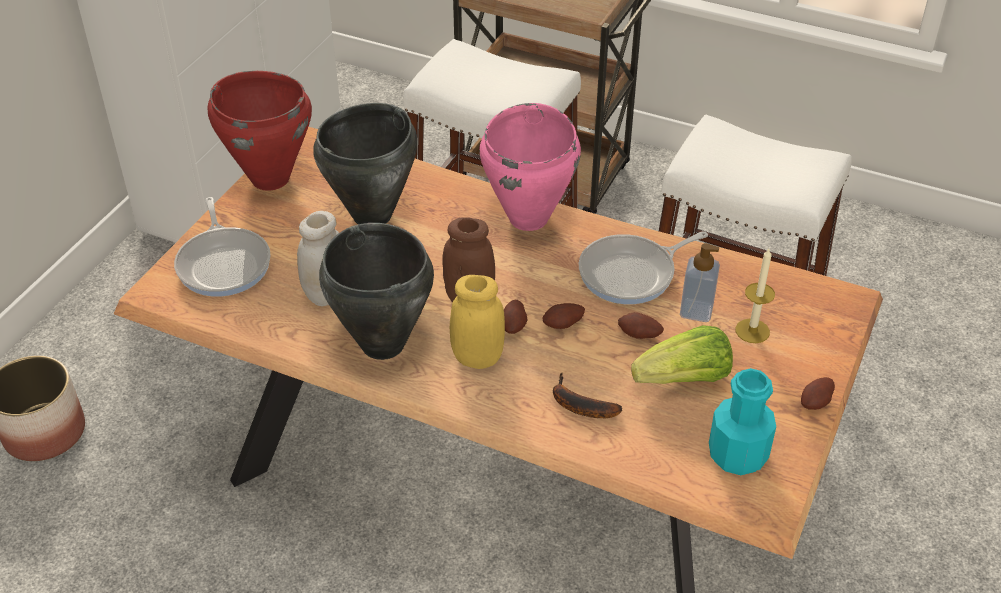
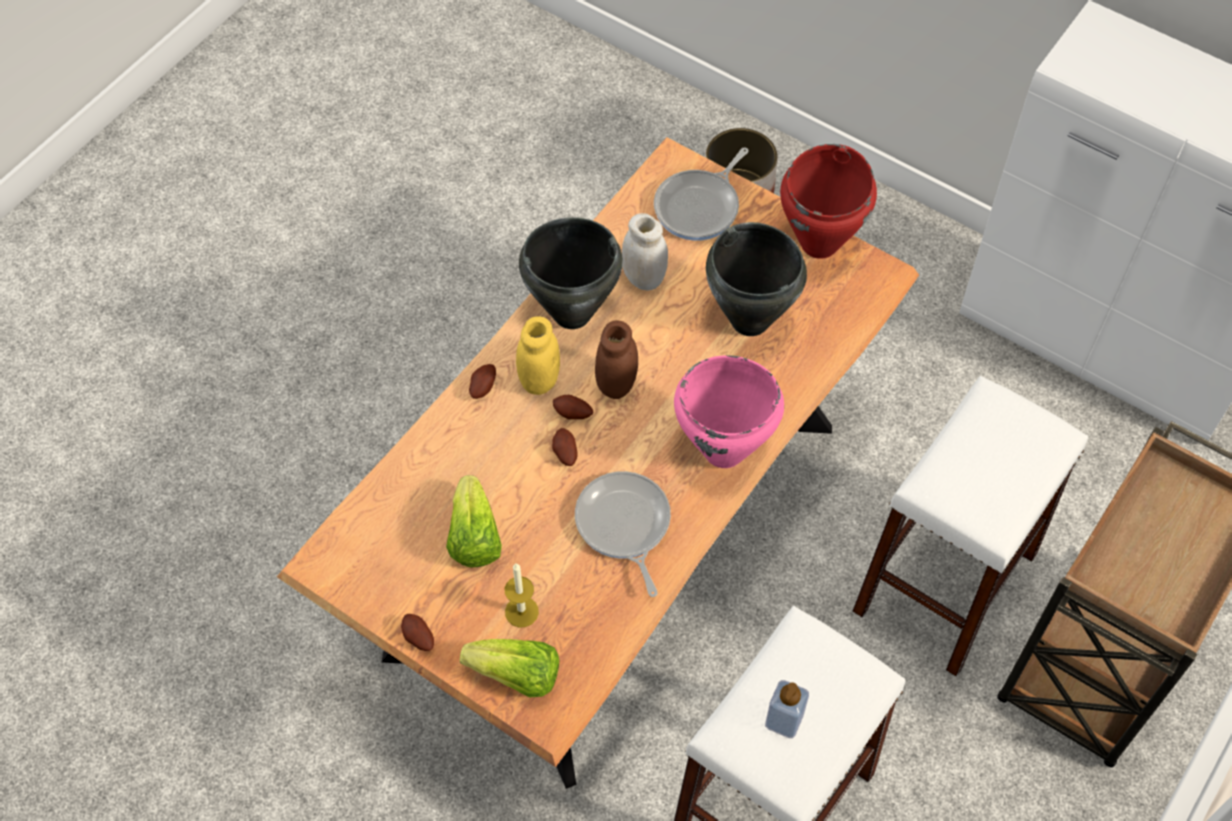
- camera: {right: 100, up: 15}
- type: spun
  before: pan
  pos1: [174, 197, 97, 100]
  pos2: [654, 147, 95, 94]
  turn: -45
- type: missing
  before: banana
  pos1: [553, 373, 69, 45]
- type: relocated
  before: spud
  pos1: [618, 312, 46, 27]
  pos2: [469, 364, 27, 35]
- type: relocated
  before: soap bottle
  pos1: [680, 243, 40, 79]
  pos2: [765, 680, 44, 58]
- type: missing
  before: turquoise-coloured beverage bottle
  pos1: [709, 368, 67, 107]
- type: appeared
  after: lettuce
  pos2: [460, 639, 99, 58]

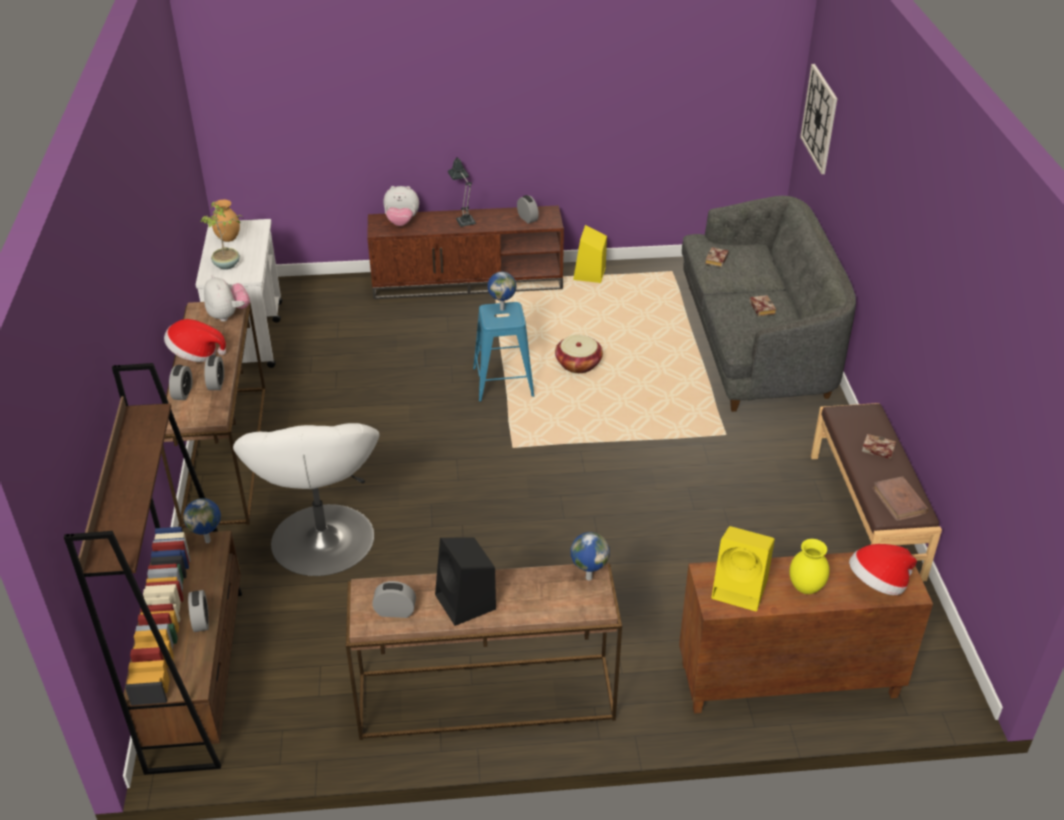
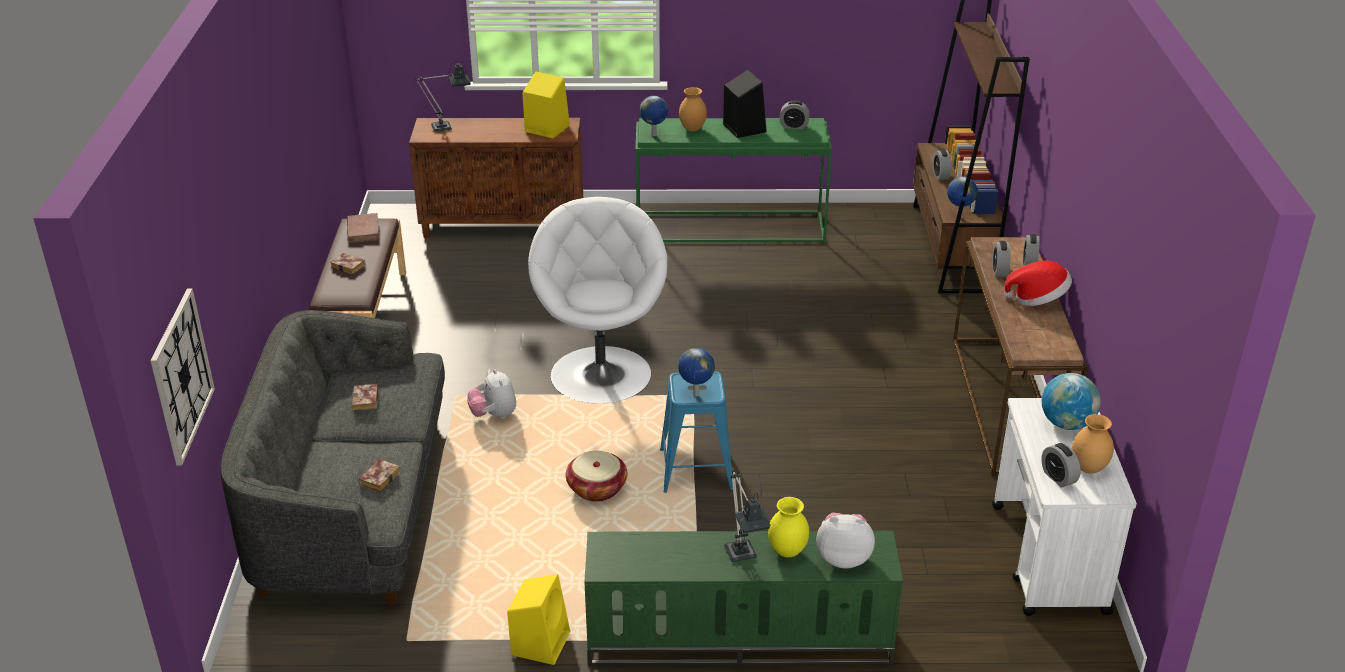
- camera: {right: -175, up: -5}
- type: exchanged
  before: plant in a pot
  after: world globe
  pos1: [201, 201, 40, 69]
  pos2: [1042, 373, 59, 57]
- type: relocated
  before: cuddly toy
  pos1: [204, 275, 46, 47]
  pos2: [467, 369, 49, 50]
- type: relocated
  before: white-coloured armchair
  pos1: [233, 423, 146, 153]
  pos2: [528, 197, 139, 207]
- type: colour
  before: brownish hall table
  after: greenish hall table
  pos1: [346, 563, 276, 177]
  pos2: [635, 118, 197, 125]
- type: colour
  before: brownish tv unit
  after: greenish tv unit
  pos1: [367, 205, 197, 94]
  pos2: [584, 531, 319, 134]
- type: relocated
  before: bedside clock
  pos1: [517, 195, 22, 29]
  pos2: [1041, 443, 40, 44]
- type: relocated
  before: yellow flower vase
  pos1: [789, 539, 41, 55]
  pos2: [768, 497, 41, 60]
- type: exchanged
  before: hat
  after: lamp for a table
  pos1: [849, 544, 68, 51]
  pos2: [415, 61, 56, 71]
- type: appeared
  after: brownish flower vase
  pos2: [679, 87, 28, 44]

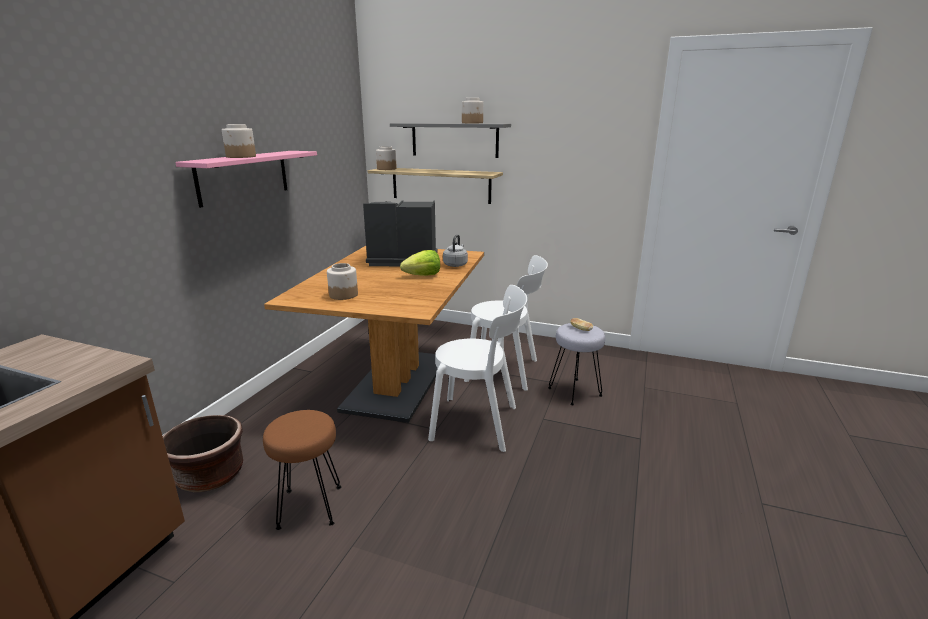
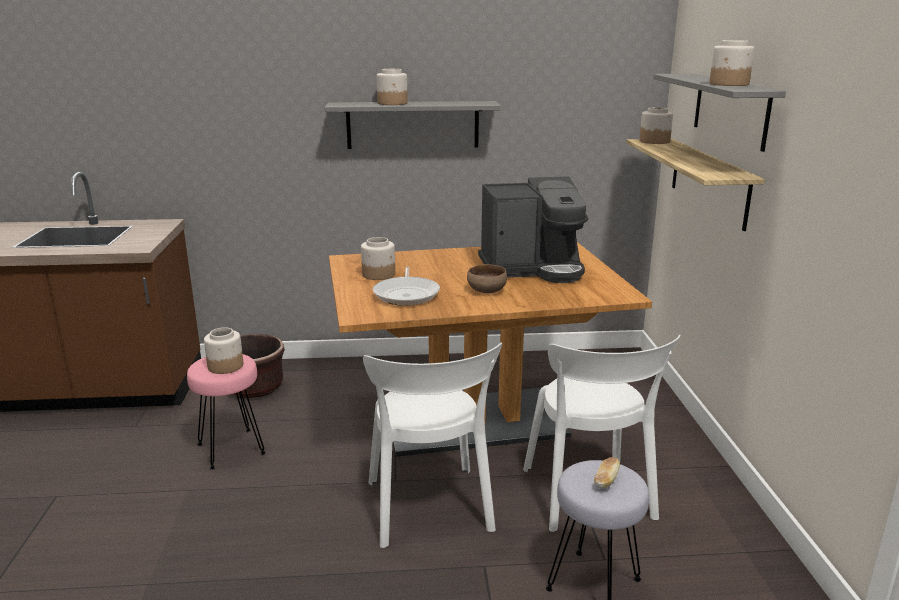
- camera: {right: 65, up: 0}
- type: colour
  before: pink-coloured shelf
  after: gray shelf
  pos1: [175, 151, 142, 57]
  pos2: [325, 101, 176, 48]
- type: colour
  before: brownish stool
  after: pink-coloured stool
  pos1: [263, 410, 78, 120]
  pos2: [187, 354, 79, 116]
- type: spun
  before: coffee machine
  pos1: [363, 200, 75, 66]
  pos2: [478, 176, 110, 107]
  turn: 105
- type: exchanged
  before: lettuce
  after: brownish deep dish
  pos1: [400, 250, 40, 26]
  pos2: [467, 264, 40, 29]
- type: missing
  before: gray water kettle
  pos1: [443, 234, 25, 33]
- type: appeared
  after: jar
  pos2: [204, 327, 39, 47]
- type: appeared
  after: pan
  pos2: [373, 266, 67, 40]

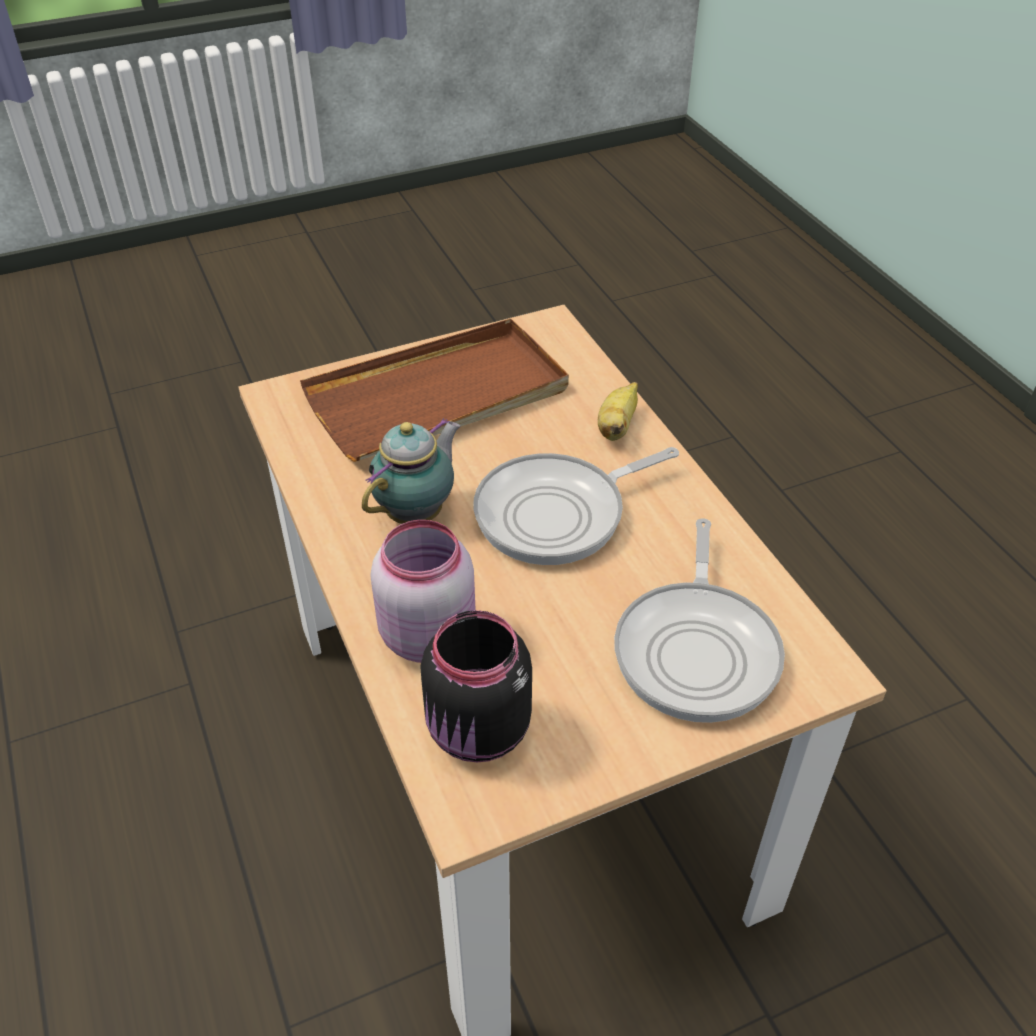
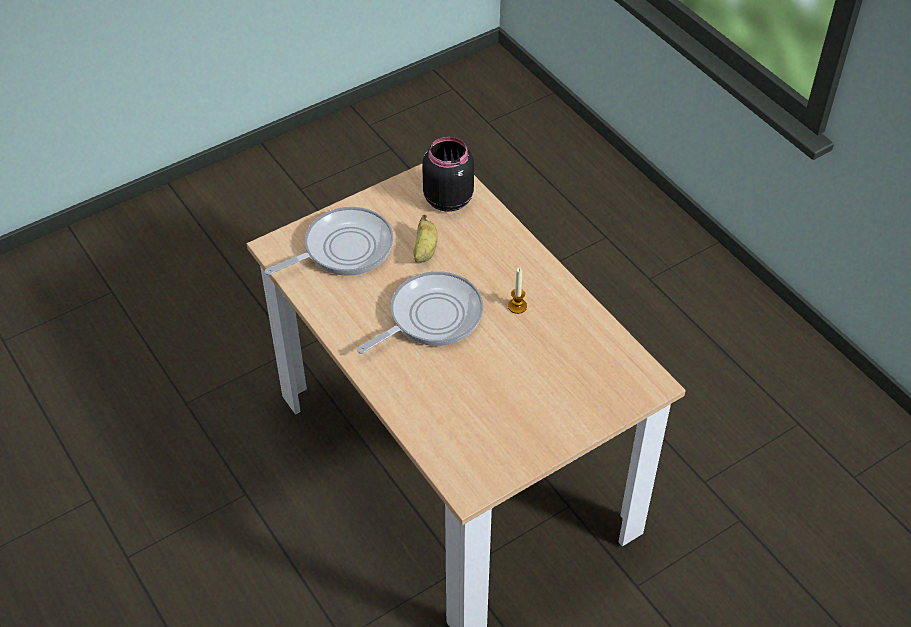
- camera: {right: 170, up: 5}
- type: missing
  before: brownish carrying tray
  pos1: [300, 319, 269, 143]
- type: exchanged
  before: pot for tea
  after: candle
  pos1: [362, 418, 98, 106]
  pos2: [508, 268, 19, 46]
- type: missing
  before: pink-coloured jar
  pos1: [370, 520, 106, 143]
- type: relocated
  before: banana
  pos1: [598, 382, 40, 59]
  pos2: [414, 214, 24, 48]
- type: spun
  before: pan
  pos1: [614, 518, 171, 205]
  pos2: [265, 207, 128, 69]
  turn: 60

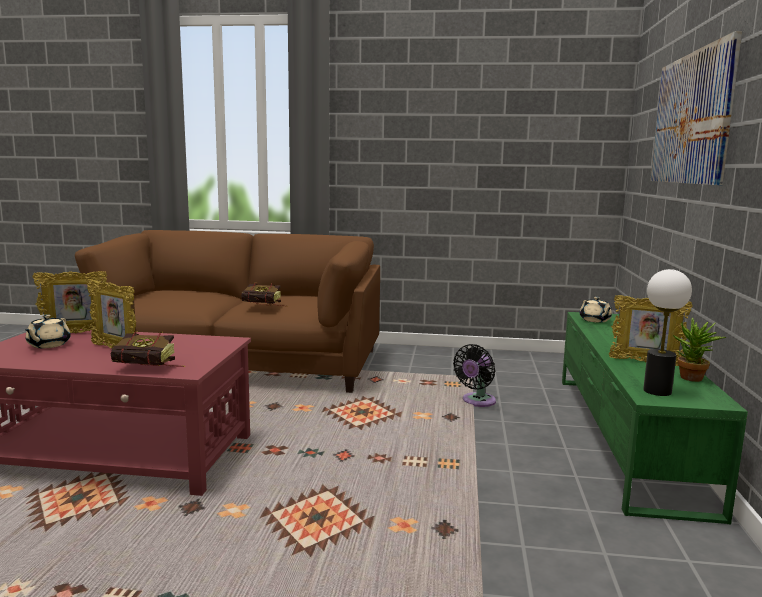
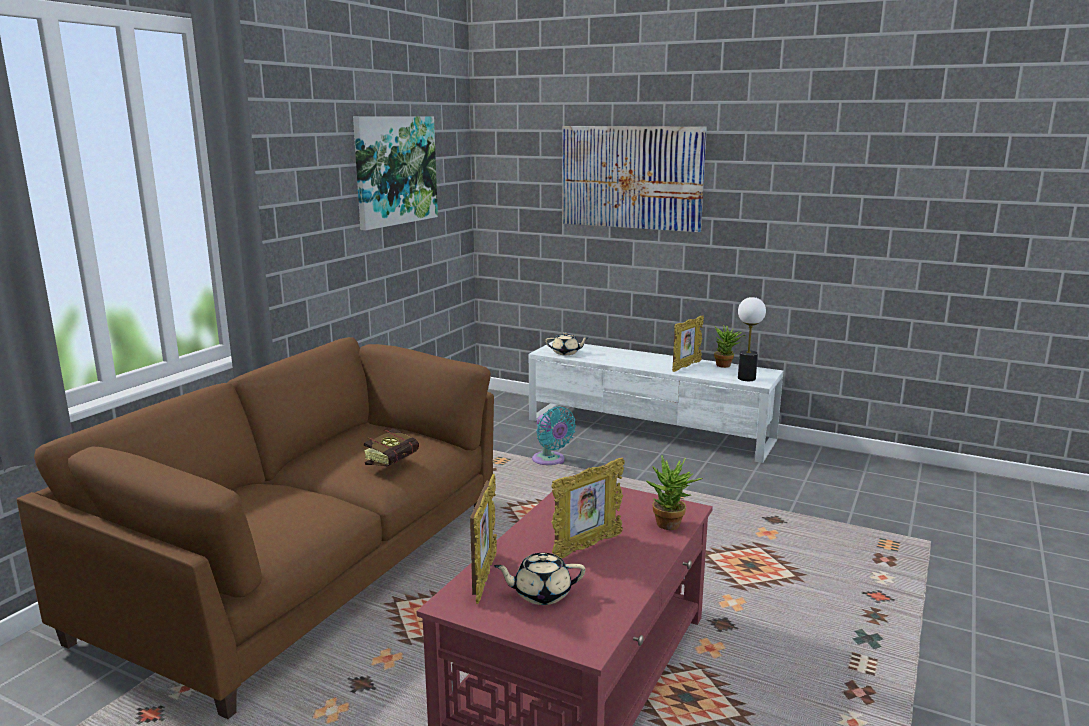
- camera: {right: -70, up: 5}
- type: spun
  before: beige-coloured pot for tea
  pos1: [25, 314, 46, 34]
  pos2: [494, 553, 91, 52]
  turn: 150
- type: exchanged
  before: volume
  after: plant in a pot
  pos1: [111, 331, 75, 36]
  pos2: [645, 455, 58, 75]
- type: colour
  before: black-coloured cooling fan
  after: turquoise-coloured cooling fan
  pos1: [453, 344, 43, 63]
  pos2: [532, 406, 44, 59]
- type: colour
  before: greenish tv unit
  after: white-coloured tv unit
  pos1: [562, 312, 186, 212]
  pos2: [529, 341, 254, 122]
- type: appeared
  after: picture
  pos2: [353, 116, 85, 114]

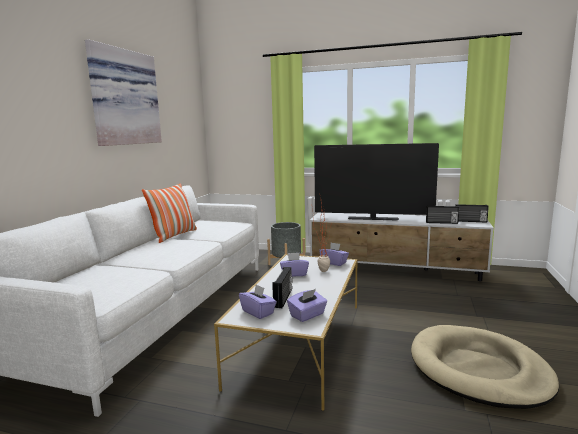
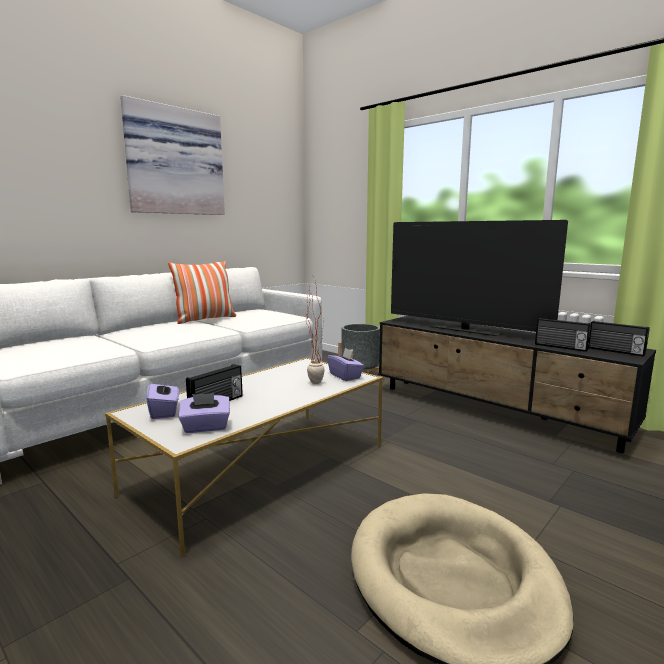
- camera: {right: 25, up: 0}
- type: missing
  before: purple box of tissues
  pos1: [280, 252, 29, 25]
- type: colour
  before: white-coloured tv unit
  after: black-coloured tv unit
  pos1: [309, 213, 185, 69]
  pos2: [379, 316, 277, 137]

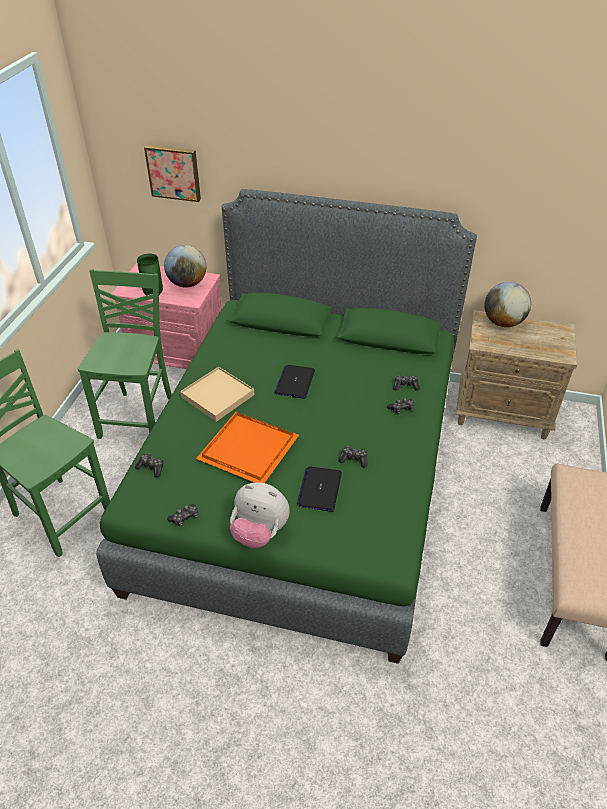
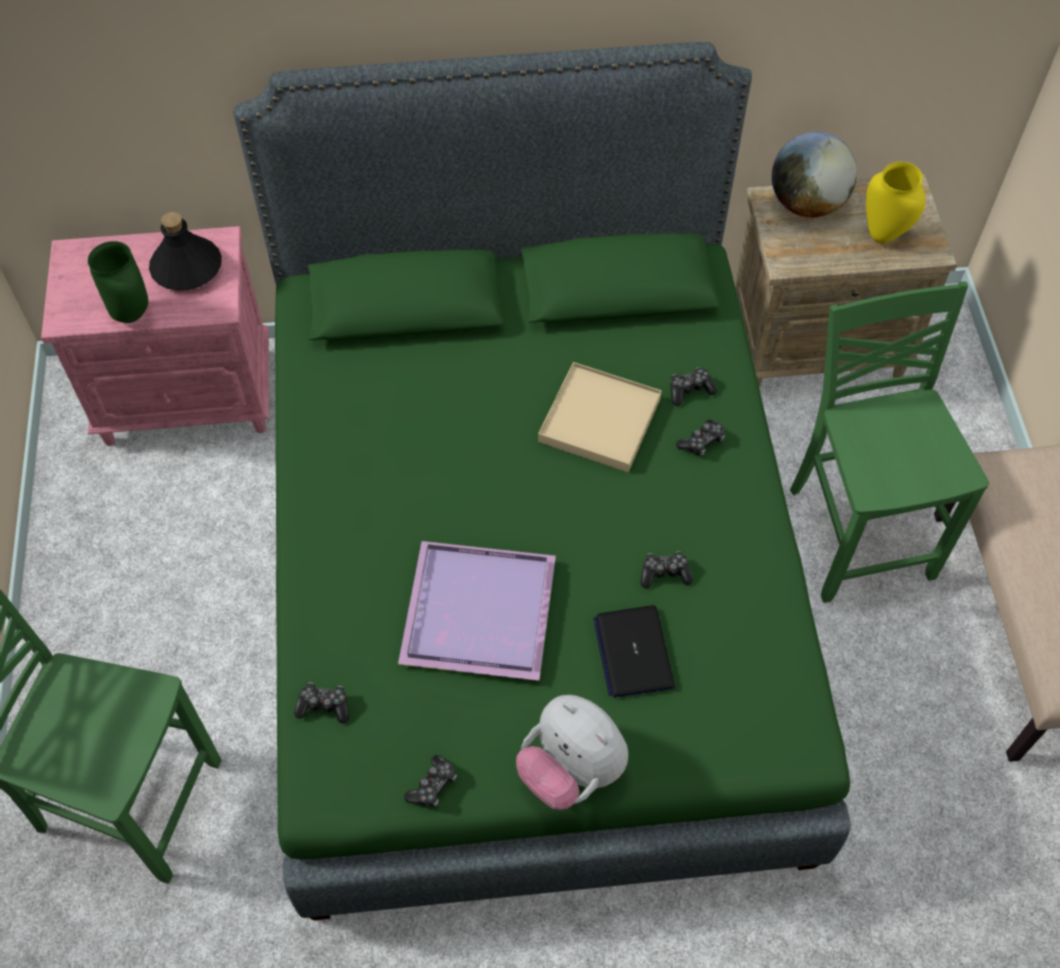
- camera: {right: -20, up: 15}
- type: relocated
  before: greenish plain chair
  pos1: [78, 269, 94, 170]
  pos2: [790, 281, 199, 322]
- type: missing
  before: picture
  pos1: [144, 145, 57, 57]
- type: exchanged
  before: world globe
  after: black-coloured beverage bottle
  pos1: [164, 245, 42, 43]
  pos2: [149, 212, 73, 79]
- type: relocated
  before: beige-coloured carrying tray
  pos1: [180, 367, 75, 55]
  pos2: [538, 362, 123, 110]
- type: colour
  before: orange-coloured carrying tray
  after: purple carrying tray
  pos1: [196, 412, 103, 71]
  pos2: [398, 541, 158, 140]
- type: spun
  before: cuddly toy
  pos1: [230, 482, 60, 66]
  pos2: [516, 695, 112, 115]
  turn: 45
- type: missing
  before: notebook computer
  pos1: [274, 365, 41, 34]
- type: appeared
  after: yellow flower vase
  pos2: [866, 162, 59, 82]

